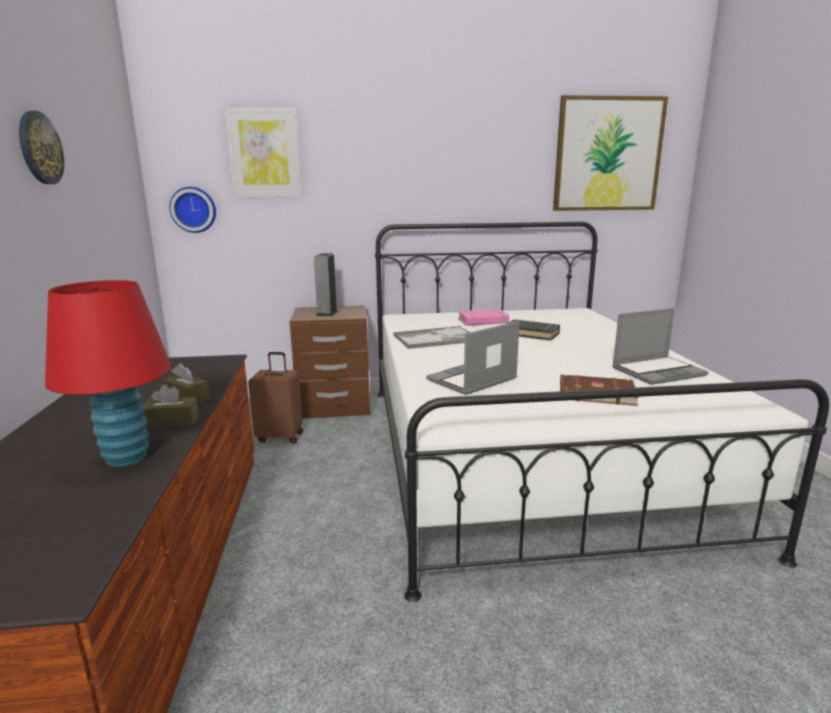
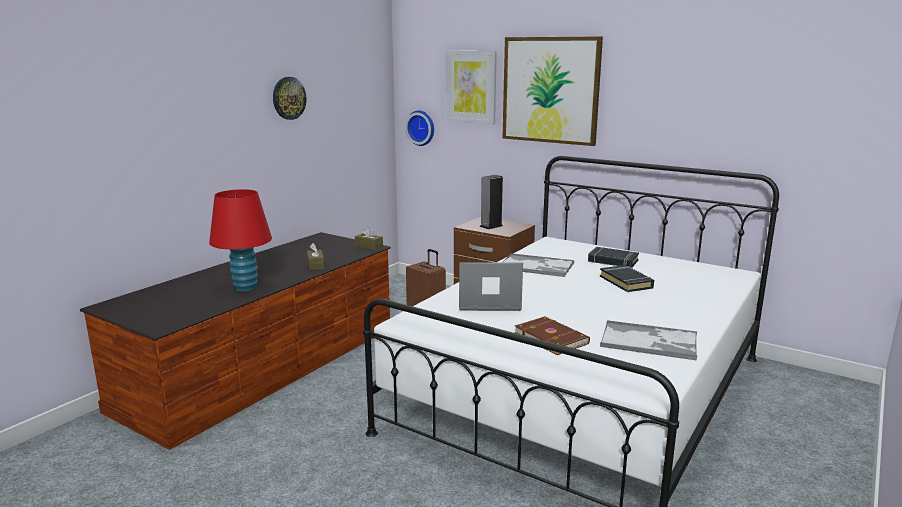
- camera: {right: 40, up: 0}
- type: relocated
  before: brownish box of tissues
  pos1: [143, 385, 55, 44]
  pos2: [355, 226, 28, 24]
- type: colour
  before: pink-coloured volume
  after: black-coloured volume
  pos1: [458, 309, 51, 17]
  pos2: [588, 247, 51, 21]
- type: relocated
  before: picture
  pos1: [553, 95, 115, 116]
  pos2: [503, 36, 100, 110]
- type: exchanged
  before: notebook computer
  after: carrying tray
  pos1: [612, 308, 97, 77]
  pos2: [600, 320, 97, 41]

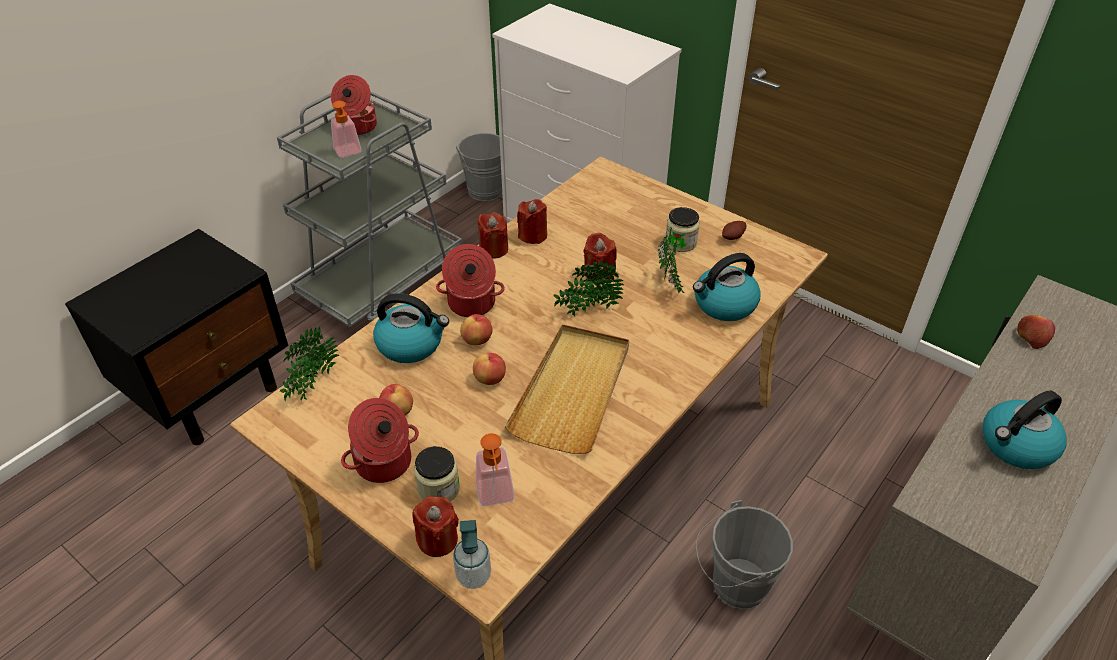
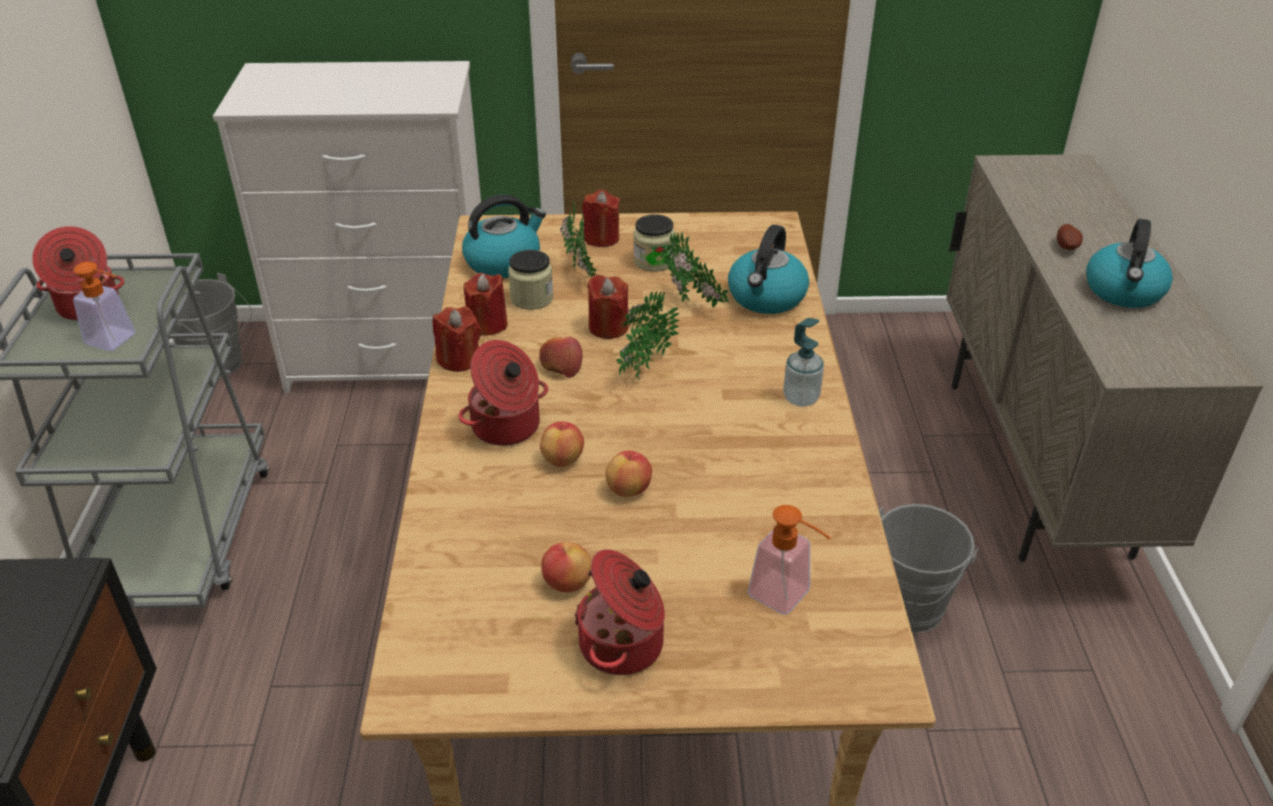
- camera: {right: -40, up: -5}
- type: relocated
  before: plant in a pot
  pos1: [280, 327, 60, 75]
  pos2: [560, 201, 37, 76]
- type: relocated
  before: water kettle
  pos1: [373, 293, 76, 70]
  pos2: [462, 194, 84, 84]
- type: relocated
  before: reddish candle
  pos1: [412, 496, 47, 61]
  pos2: [582, 190, 38, 57]
- type: relocated
  before: jar
  pos1: [414, 446, 46, 55]
  pos2: [508, 250, 45, 60]
- type: relocated
  before: soap bottle
  pos1: [453, 520, 38, 69]
  pos2: [783, 318, 41, 89]
- type: missing
  before: beige-coloured carrying tray
  pos1: [505, 324, 124, 130]
- type: relocated
  before: spud
  pos1: [722, 221, 24, 19]
  pos2: [1057, 224, 26, 26]
- type: relocated
  before: apple fruit
  pos1: [1017, 315, 38, 34]
  pos2: [539, 337, 43, 41]

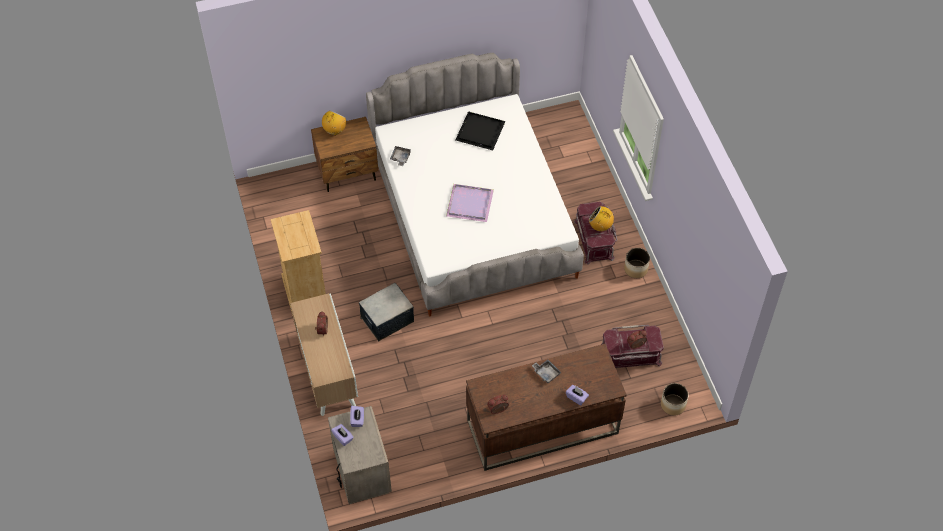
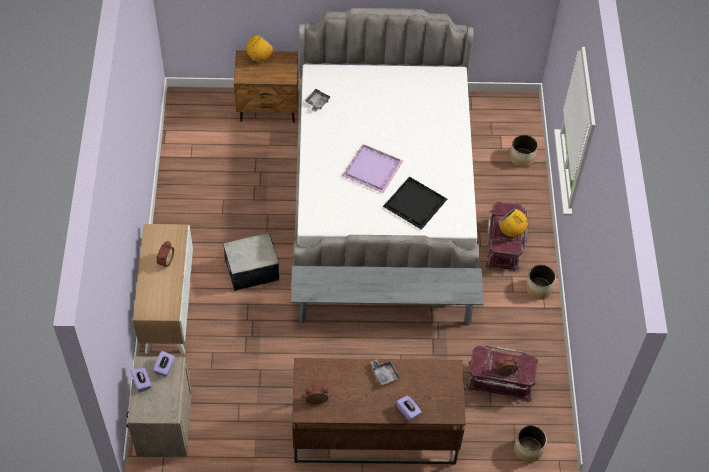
- camera: {right: 15, up: 0}
- type: missing
  before: beige-coloured chest of drawers
  pos1: [271, 210, 55, 106]
- type: relocated
  before: black-coloured carrying tray
  pos1: [456, 111, 50, 39]
  pos2: [383, 176, 64, 54]
- type: appeared
  after: gray bench
  pos2: [291, 266, 193, 60]
- type: appeared
  after: plant pot
  pos2: [510, 135, 28, 32]

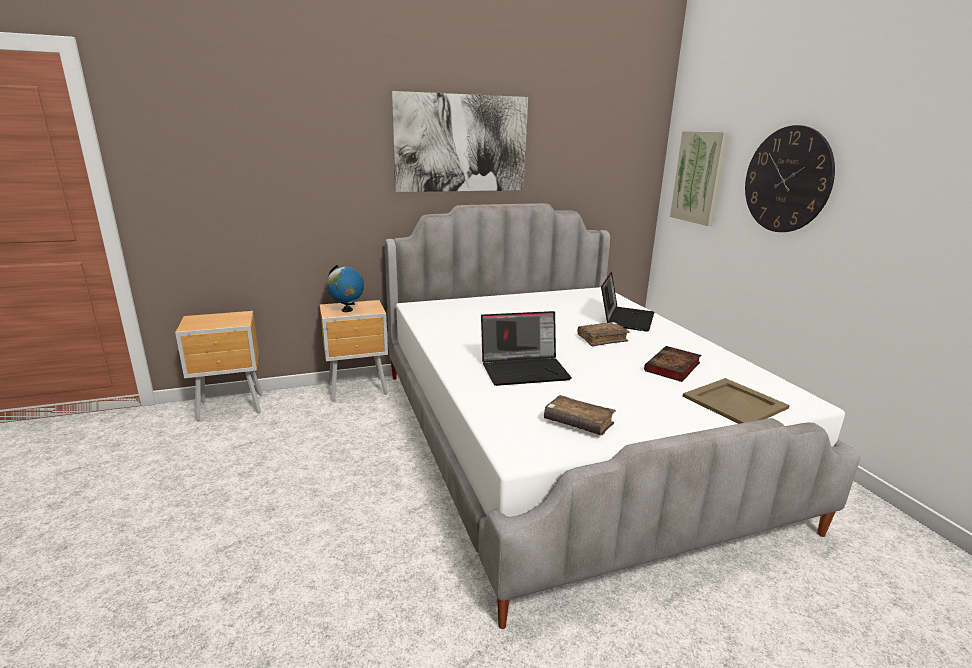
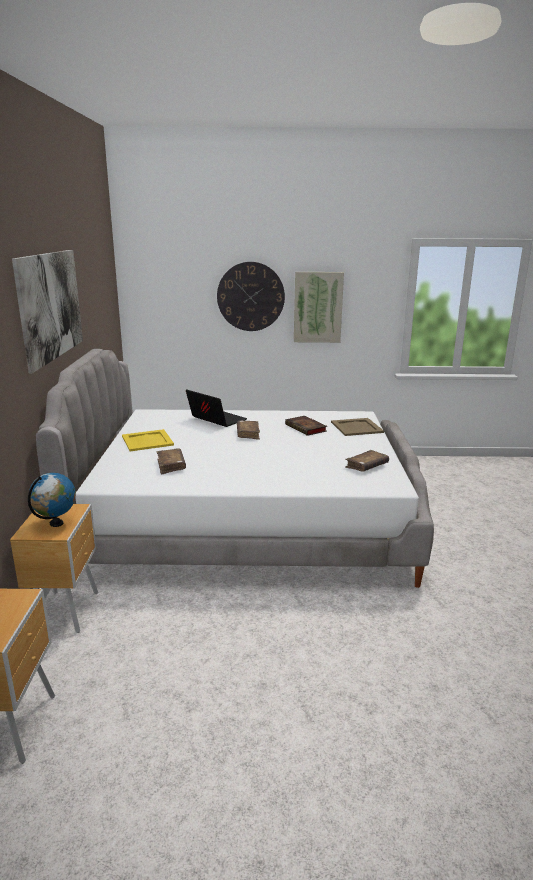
- camera: {right: -70, up: 0}
- type: missing
  before: notebook computer
  pos1: [481, 311, 91, 75]
- type: relocated
  before: picture
  pos1: [670, 131, 59, 95]
  pos2: [294, 272, 50, 71]
- type: appeared
  after: yellow carrying tray
  pos2: [122, 429, 52, 22]
- type: appeared
  after: brownish volume
  pos2: [157, 448, 29, 27]

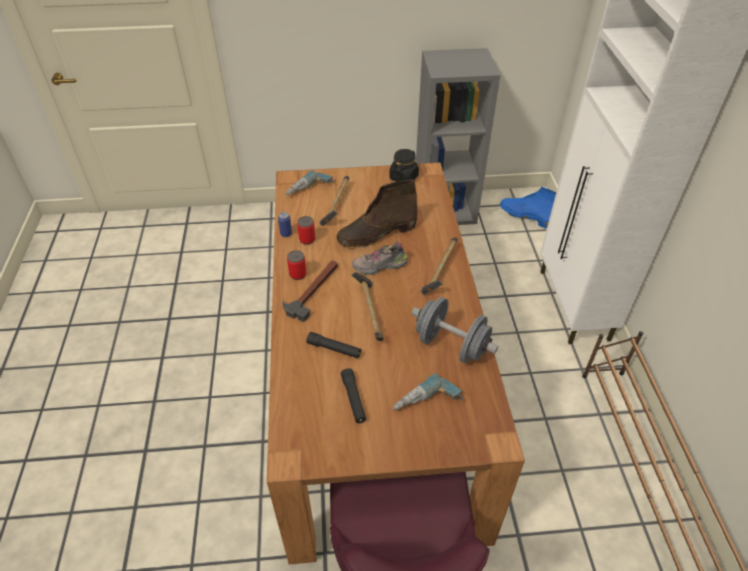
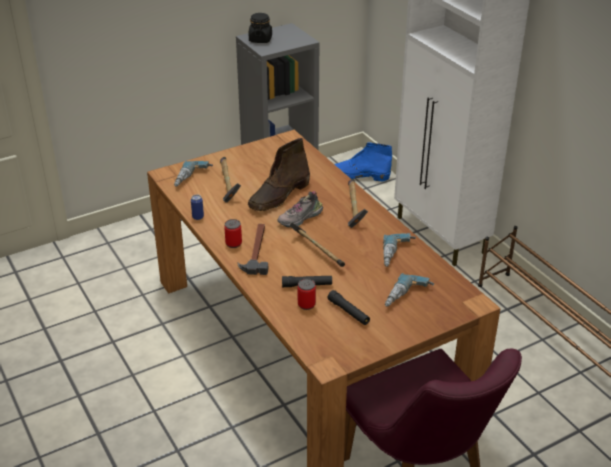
- camera: {right: -25, up: -10}
- type: relocated
  before: metal can
  pos1: [297, 216, 18, 29]
  pos2: [298, 278, 18, 32]
- type: relocated
  before: black-coloured jar
  pos1: [389, 149, 30, 33]
  pos2: [249, 13, 23, 30]
- type: exchanged
  before: gray free weight
  after: drill
  pos1: [411, 297, 87, 66]
  pos2: [383, 233, 33, 34]

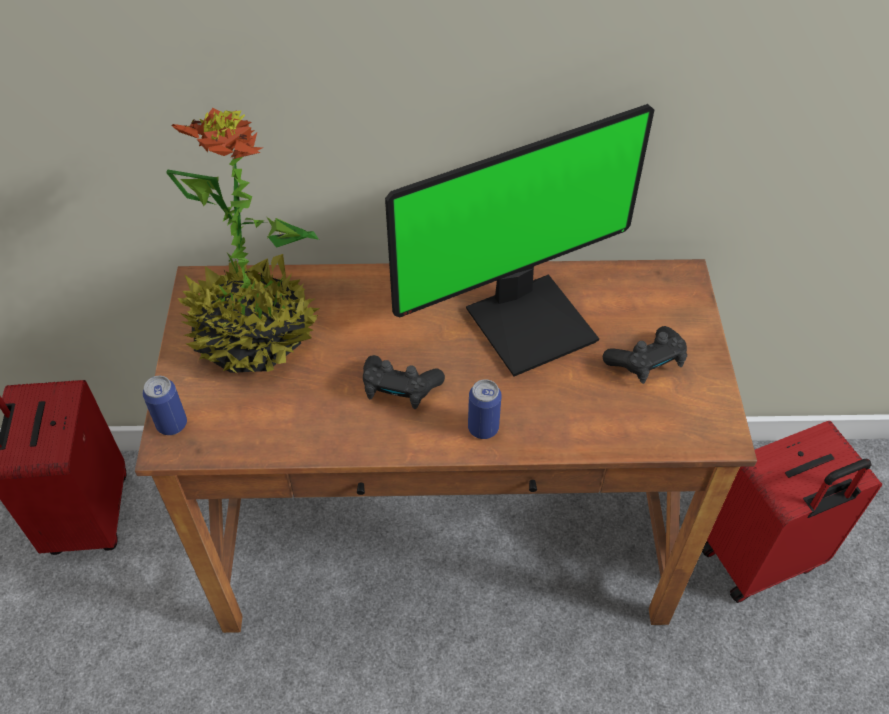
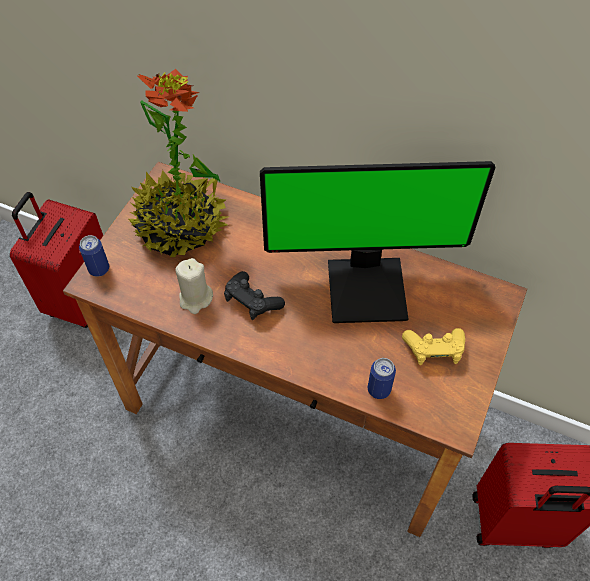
- camera: {right: 25, up: 5}
- type: relocated
  before: metal can
  pos1: [468, 379, 34, 60]
  pos2: [368, 358, 28, 41]
- type: colour
  before: black-coloured gamepad
  after: yellow gamepad
  pos1: [603, 326, 84, 58]
  pos2: [402, 328, 63, 37]
- type: appeared
  after: beige-coloured candle
  pos2: [175, 258, 38, 56]

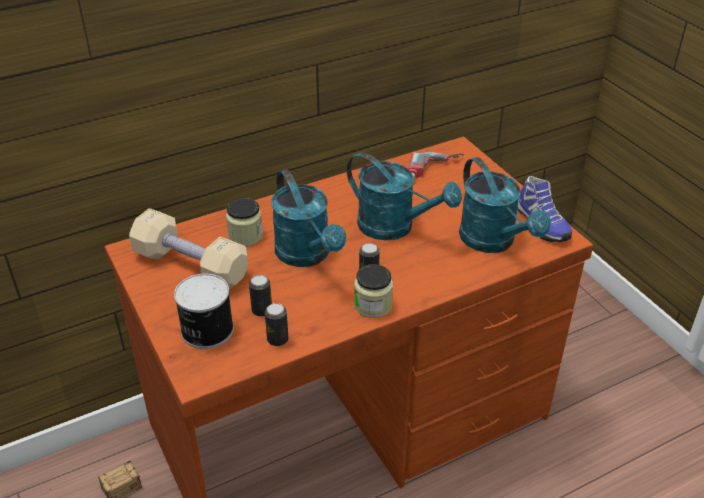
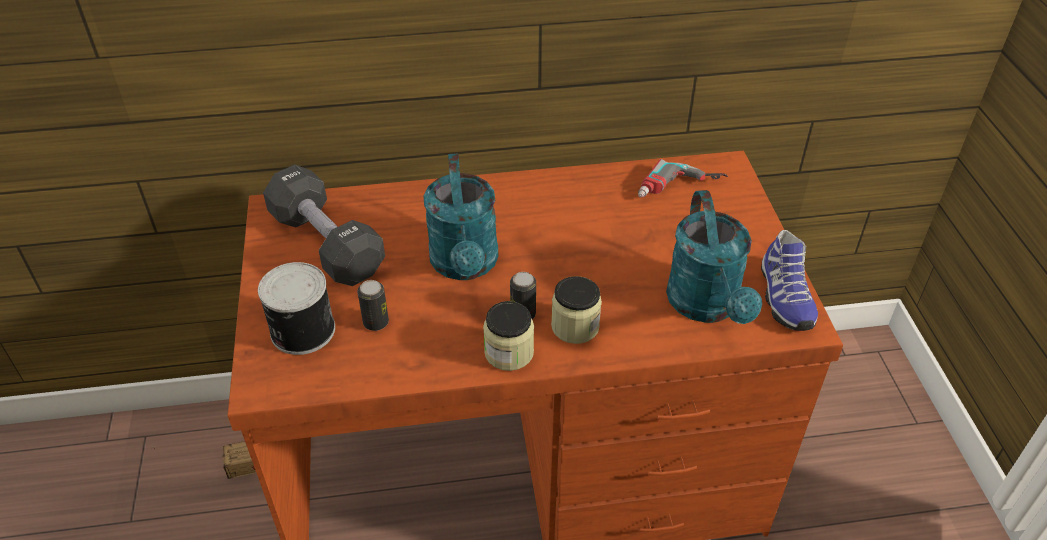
- camera: {right: 20, up: 5}
- type: colour
  before: beige-coloured free weight
  after: black-coloured free weight
  pos1: [129, 208, 119, 82]
  pos2: [263, 165, 122, 121]
- type: relocated
  before: jar
  pos1: [226, 198, 37, 48]
  pos2: [551, 276, 51, 68]
- type: missing
  before: metal can
  pos1: [265, 303, 24, 43]
- type: missing
  before: turquoise-coloured watering can
  pos1: [347, 152, 115, 89]

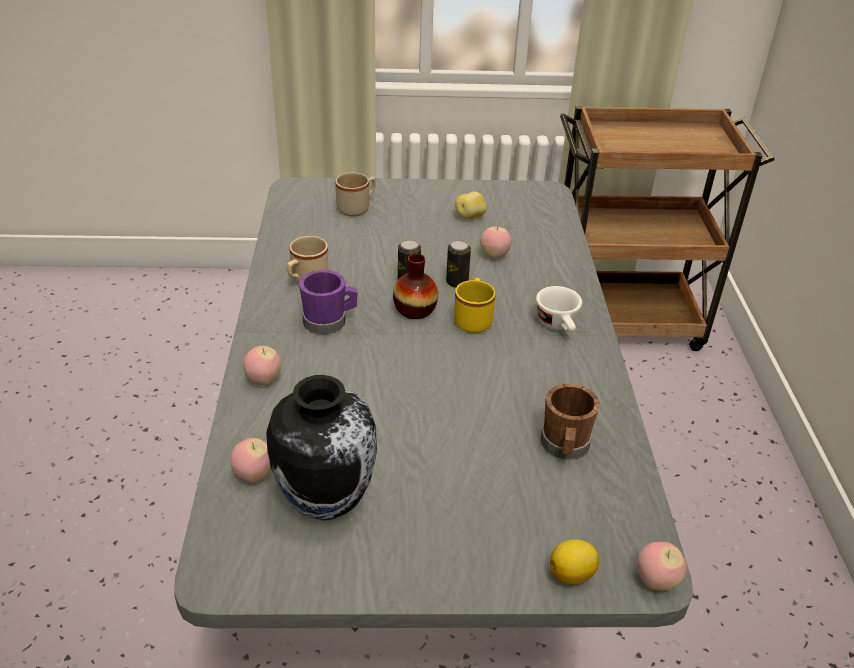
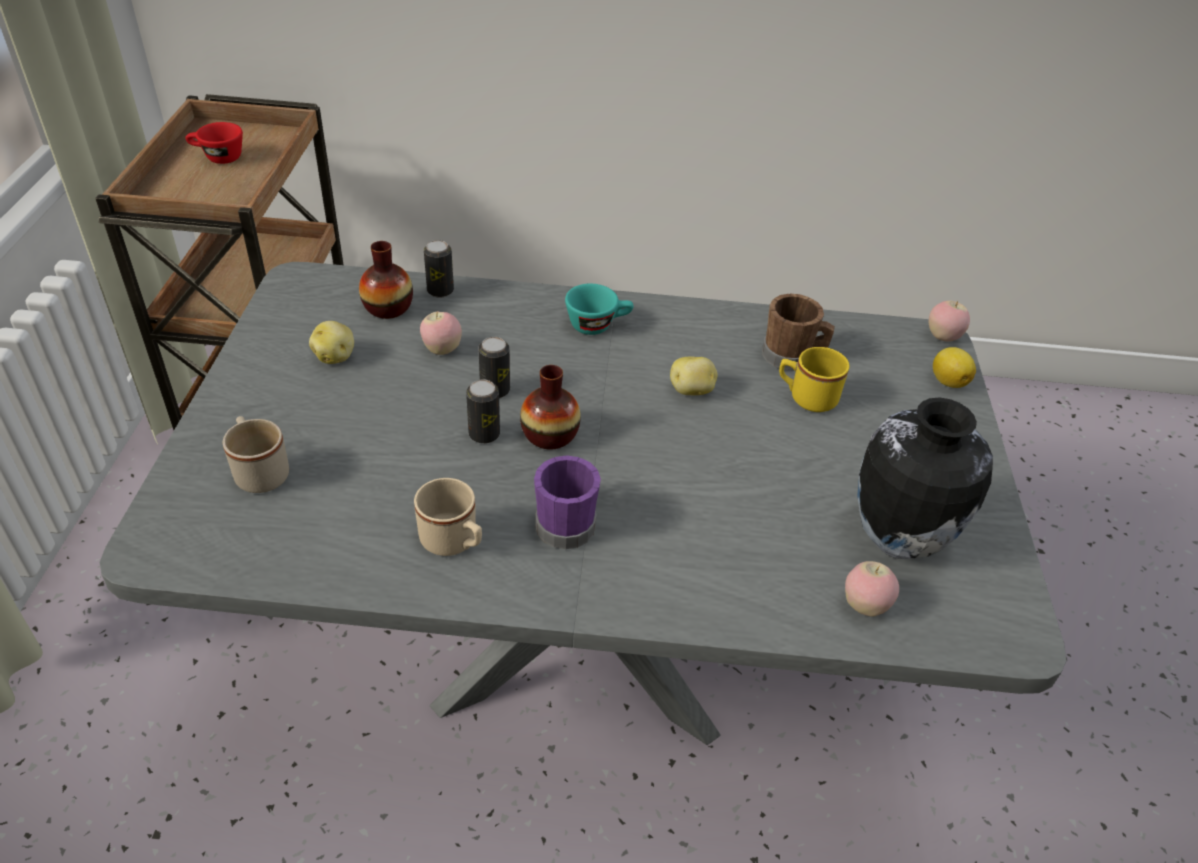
- camera: {right: -85, up: 5}
- type: missing
  before: apple fruit
  pos1: [243, 346, 39, 39]
- type: relocated
  before: yellow mug
  pos1: [454, 278, 42, 55]
  pos2: [779, 347, 71, 65]
- type: colour
  before: white-coloured drinking cup
  after: turquoise-coloured drinking cup
  pos1: [536, 286, 46, 46]
  pos2: [565, 284, 68, 51]
- type: appeared
  after: reddish drinking cup
  pos2: [185, 122, 58, 42]
- type: appeared
  after: flower vase
  pos2: [359, 241, 54, 78]
- type: appeared
  after: metal can
  pos2: [424, 240, 30, 58]
- type: appeared
  after: spud
  pos2: [670, 356, 47, 39]

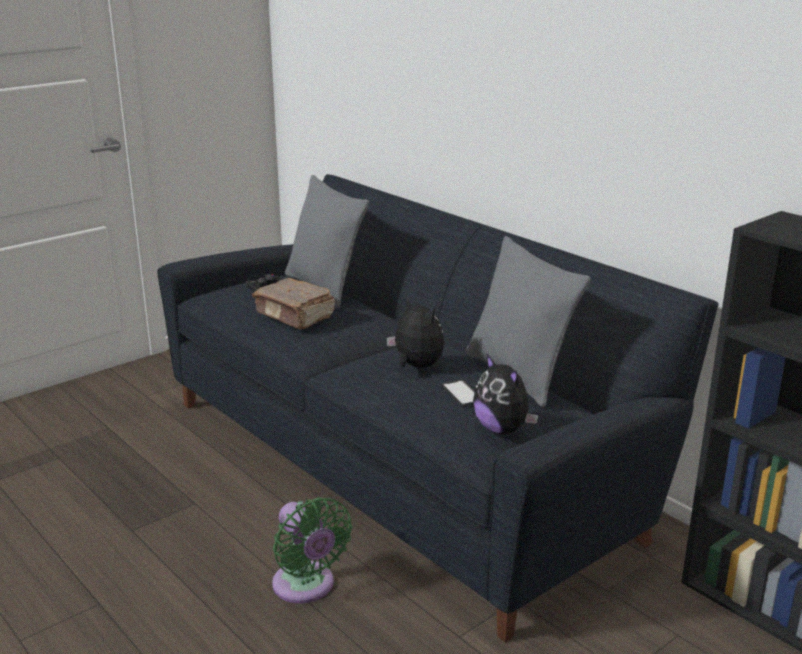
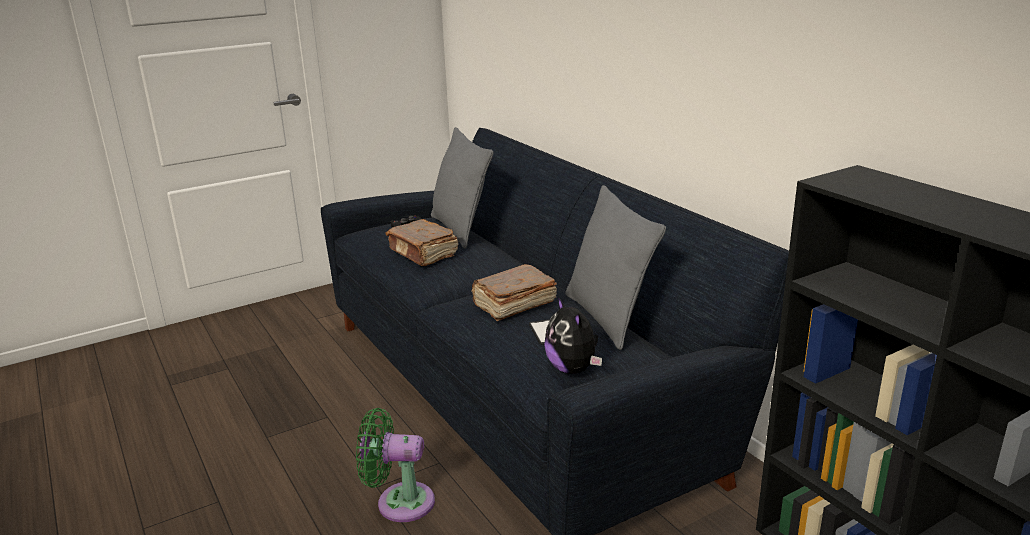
- camera: {right: 10, up: 0}
- type: spun
  before: greenish cooling fan
  pos1: [272, 497, 80, 107]
  pos2: [356, 408, 79, 114]
  turn: 120
- type: exchanged
  before: cuddly toy
  after: brownish volume
  pos1: [386, 296, 58, 72]
  pos2: [471, 264, 86, 57]

